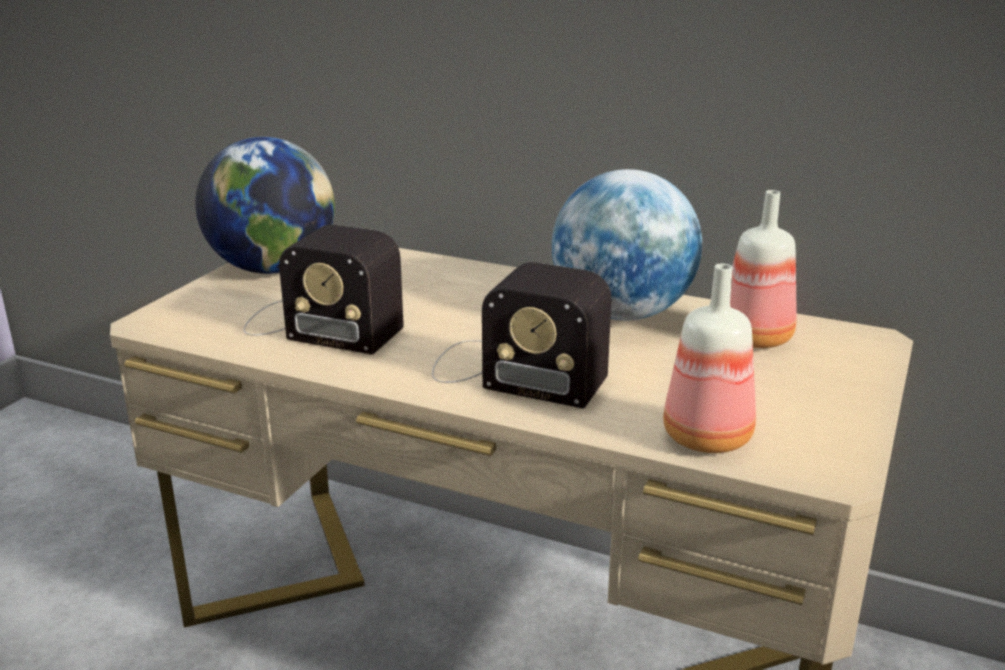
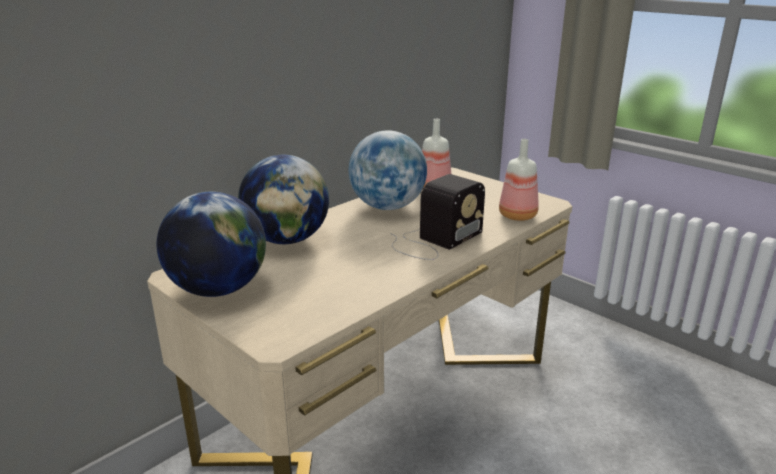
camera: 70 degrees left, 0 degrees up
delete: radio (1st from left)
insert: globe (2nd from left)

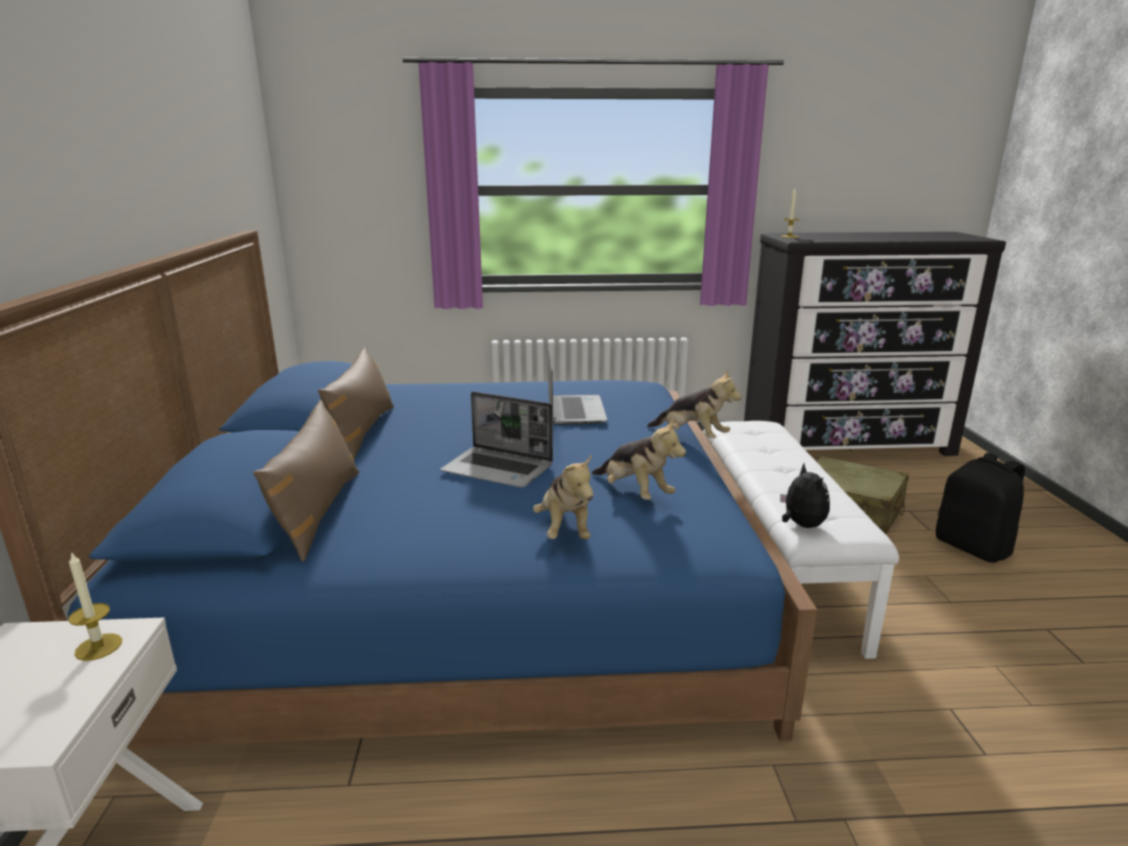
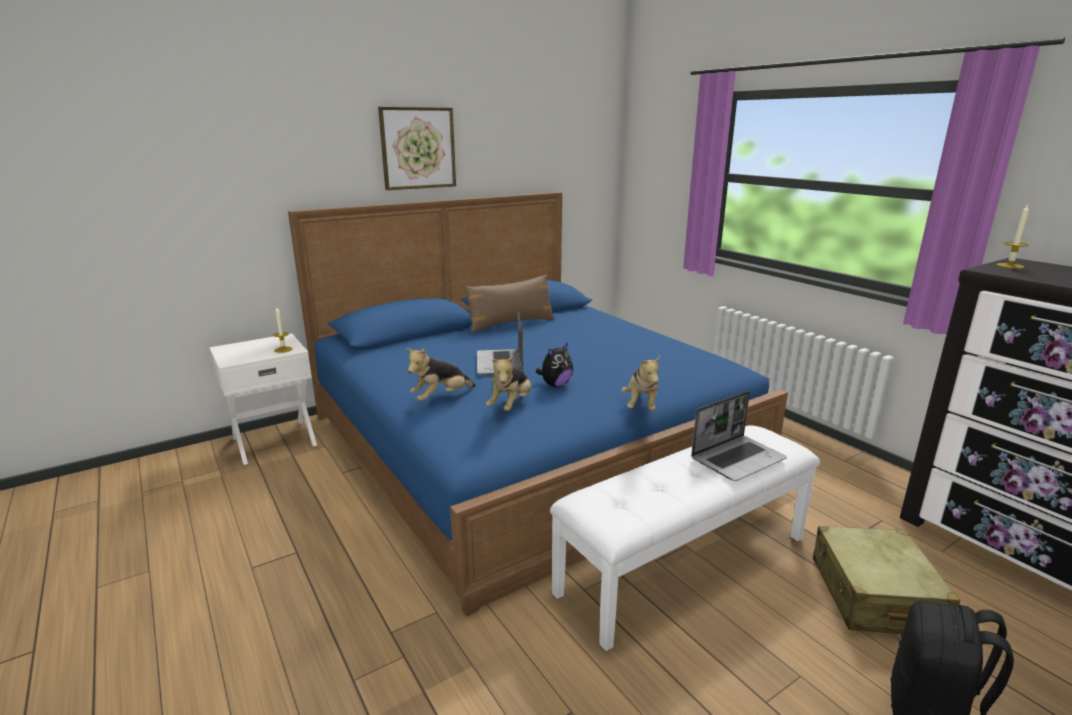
camera: 60 degrees right, 0 degrees up
delete: brown pillow (1st from left)
insert: picture
move: laptop (2nd from left); plush toy (4th from left in the first image) to plush toy (3rd from left)

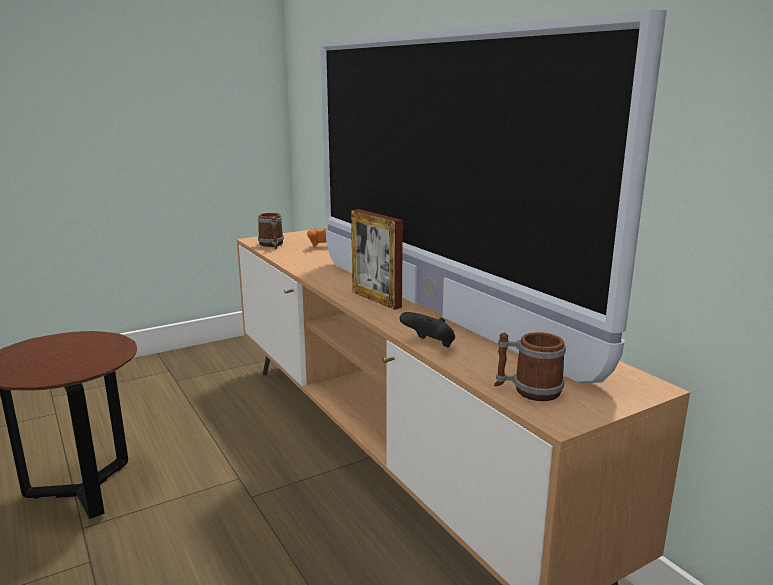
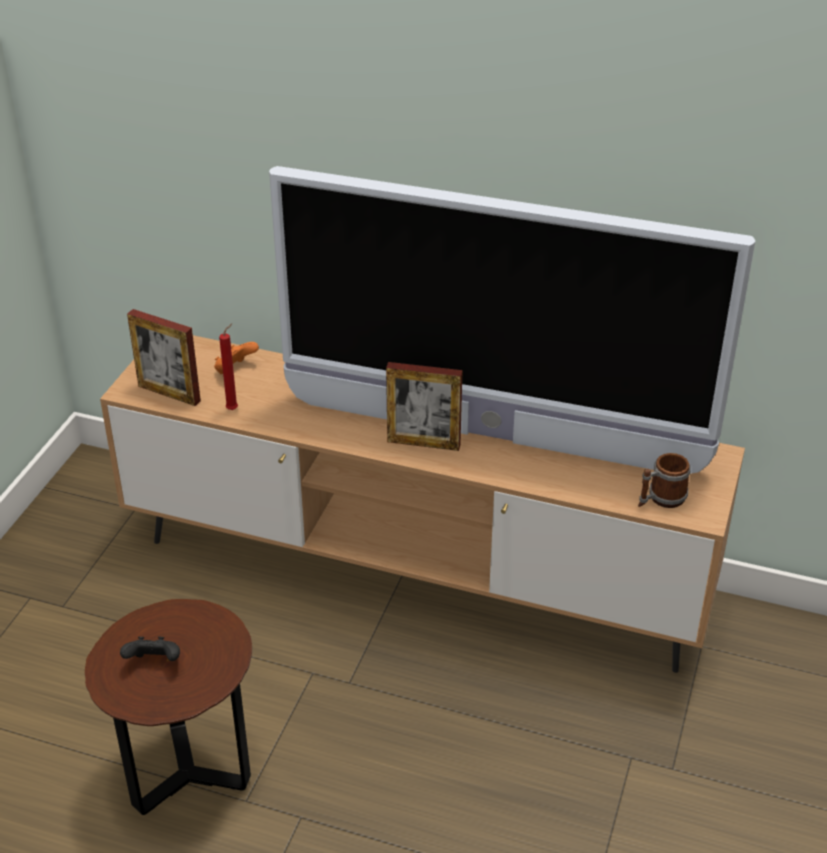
camera: 40 degrees left, 20 degrees up
insert: red candle
move: black game controller
replace: mug (1st from left) to picture frame (1st from left)

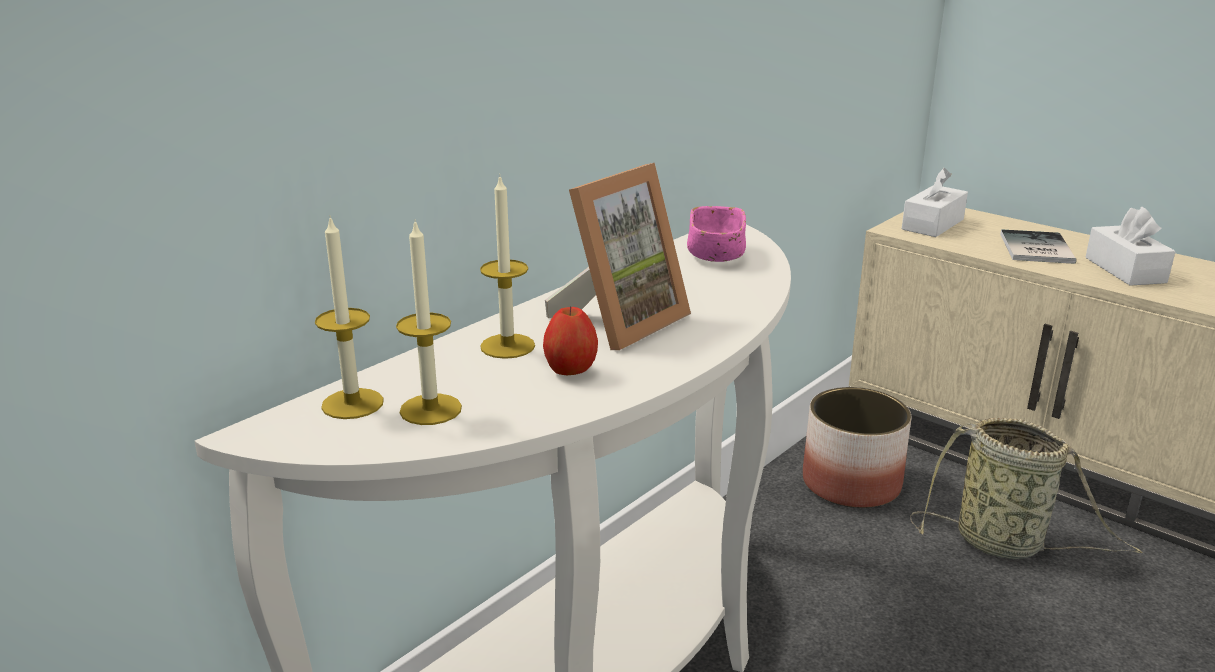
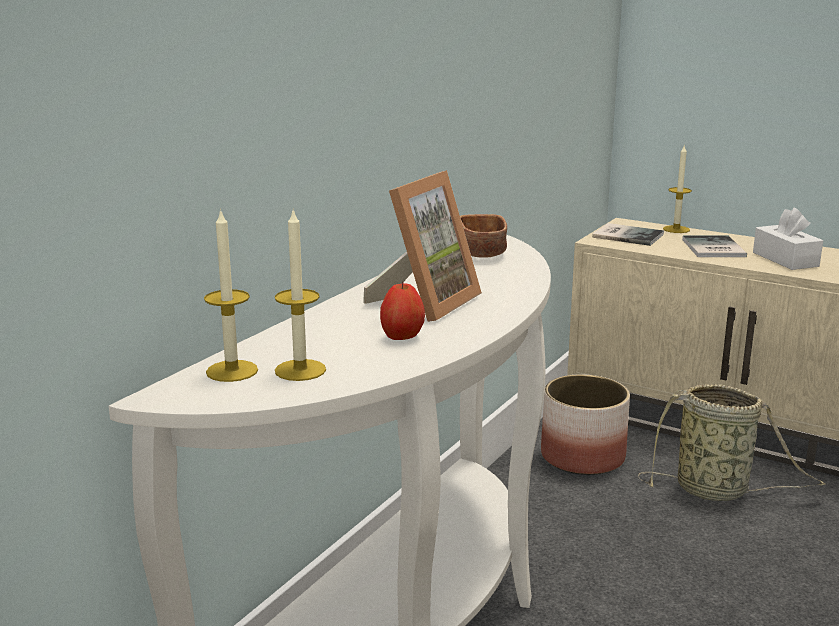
camera: 10 degrees left, 5 degrees down
move: candle (3rd from left)
replace: white tissue box (1st from left) to book (1st from left)
recolor: pink bowl to brown bowl

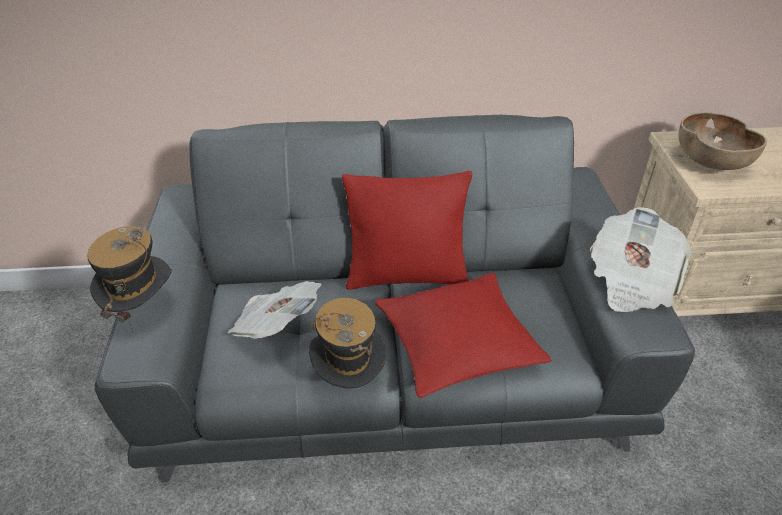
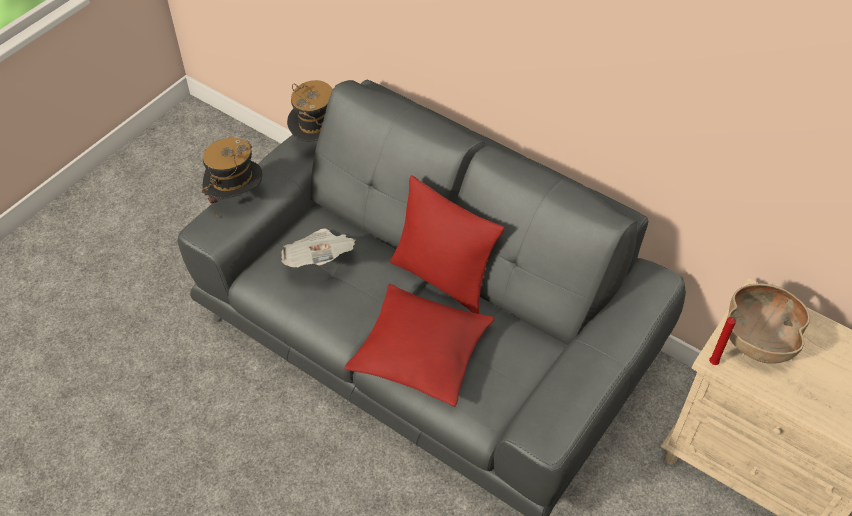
camera: 40 degrees right, 10 degrees up
delete: newspaper (2nd from left)
insert: red candle
move: hat (2nd from left)

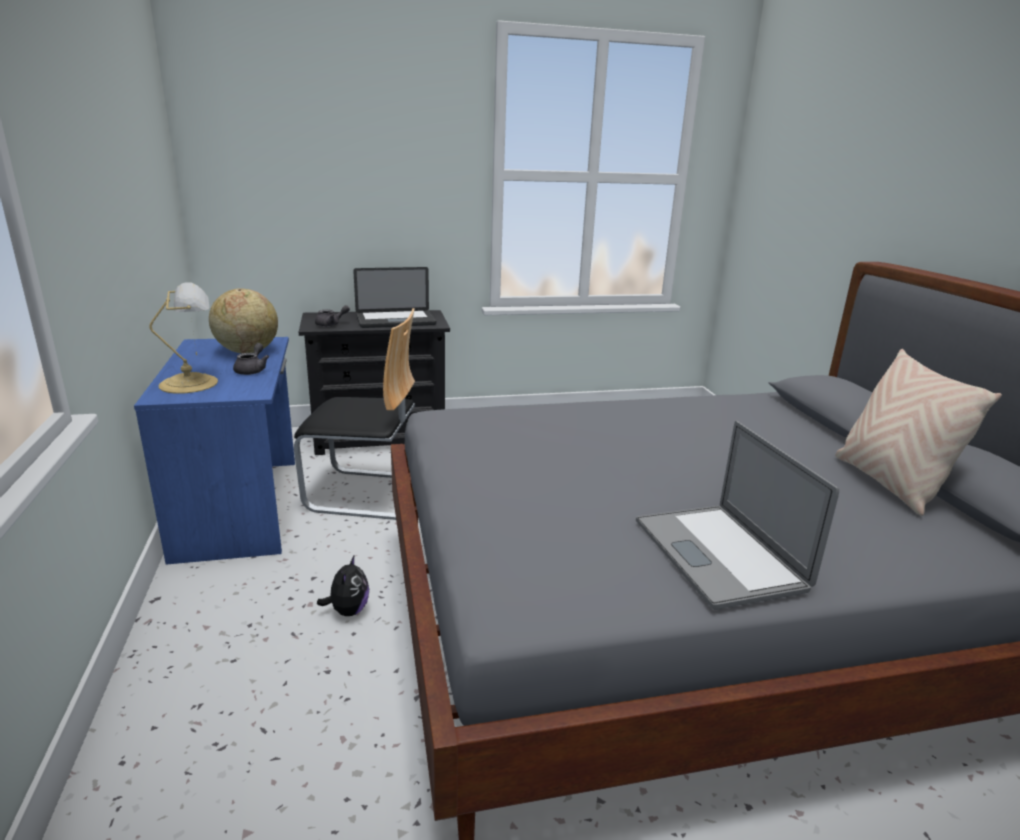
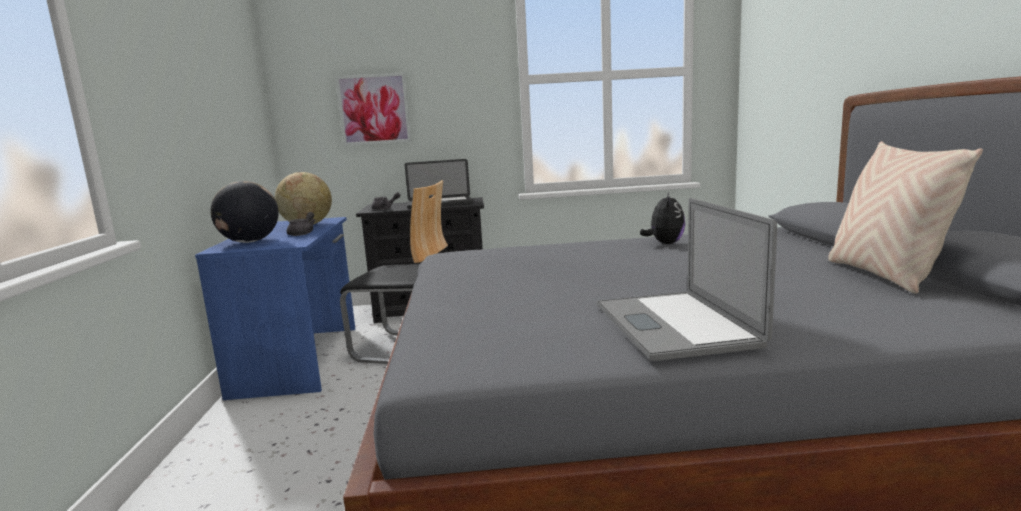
camera: 10 degrees right, 10 degrees down
insert: picture
move: plush toy
replace: table lamp to globe (1st from left)

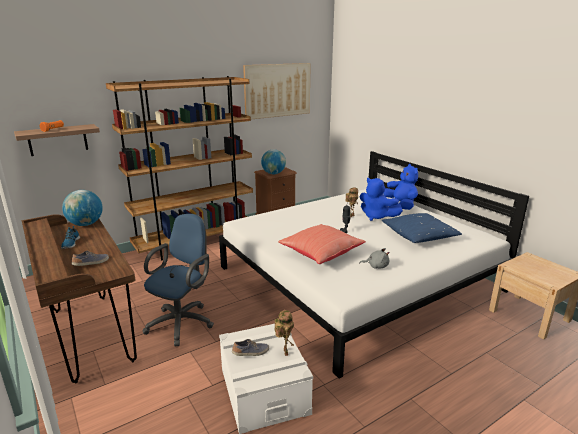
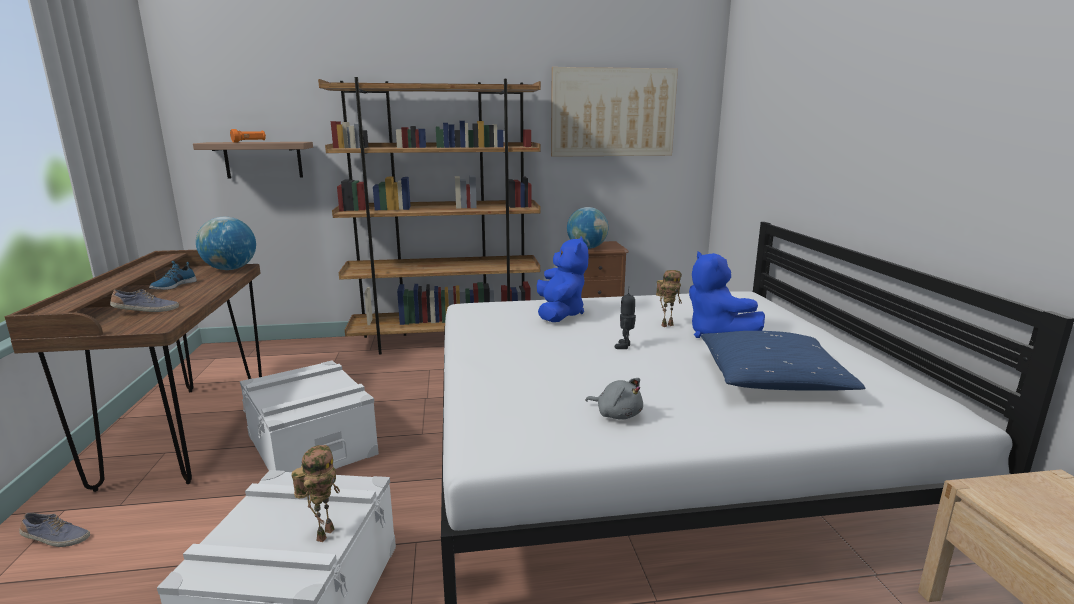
camera: 25 degrees right, 5 degrees down
delete: red pillow
move: shoe (3rd from left in the first image) to shoe (1st from left); blue plush toy (2nd from left in the first image) to blue plush toy (1st from left)
replace: blue office chair to white storage box (2nd from left)

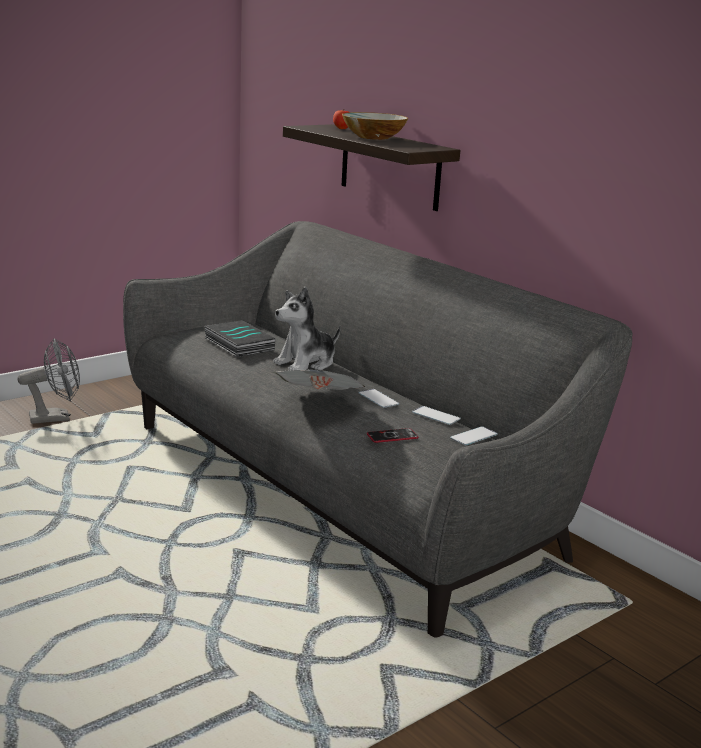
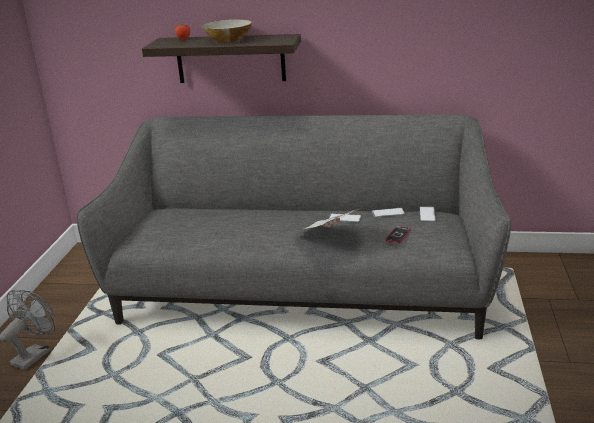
camera: 40 degrees left, 5 degrees up
delete: book; plush toy

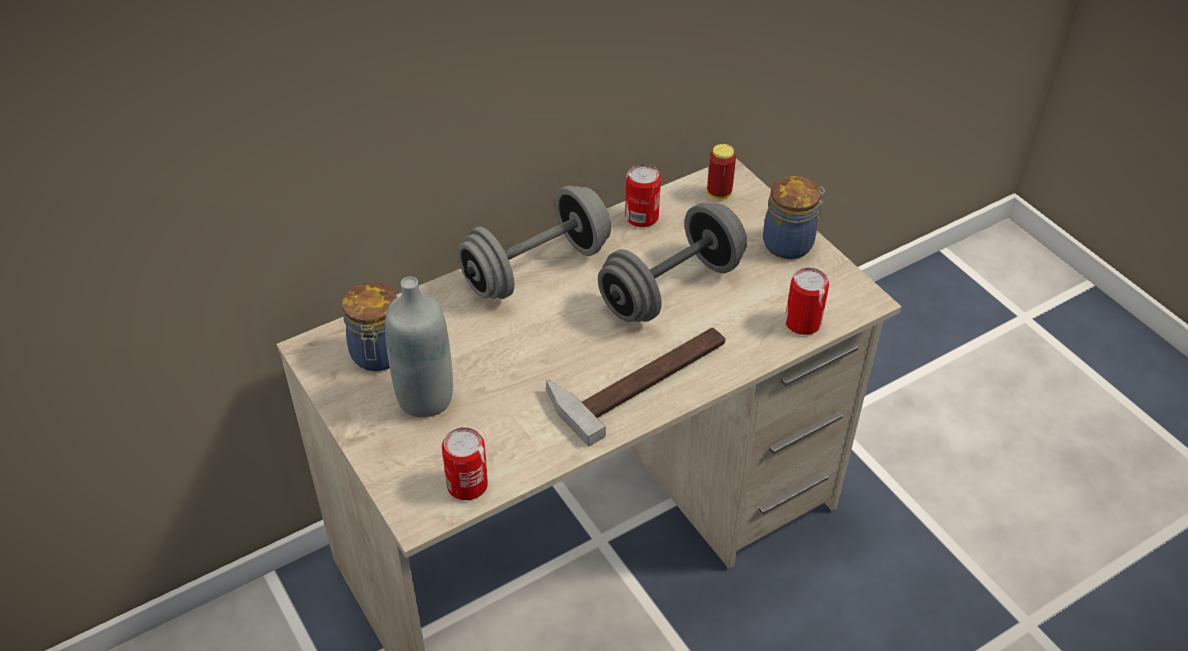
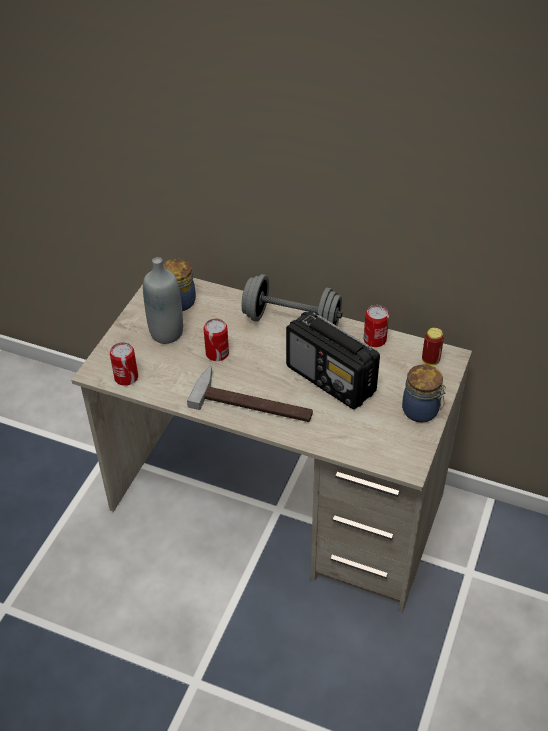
camera: 55 degrees right, 0 degrees up
move: can (4th from left in the first image) to can (2nd from left)
replace: grey dumbbell (2nd from left) to radio

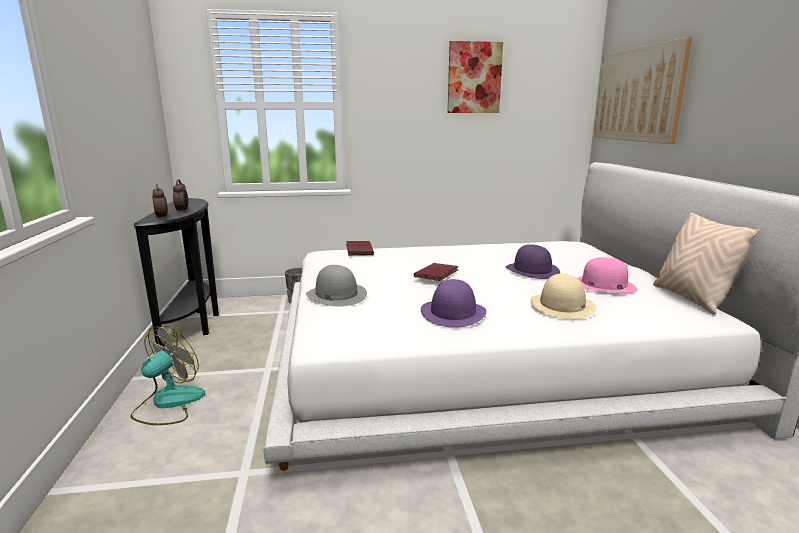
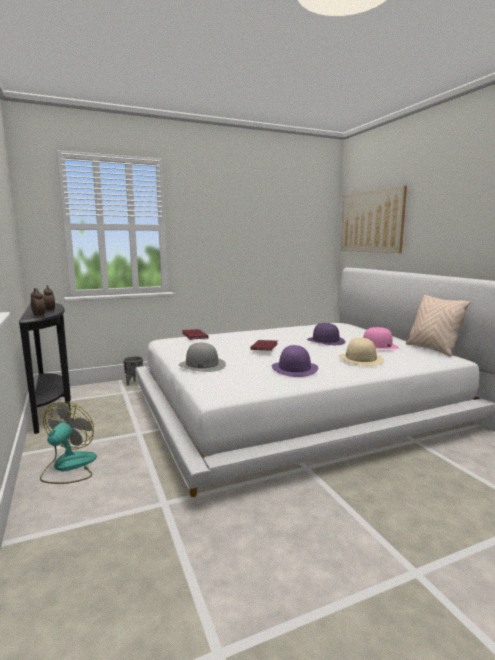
camera: 15 degrees left, 5 degrees down
delete: picture (1st from left)

